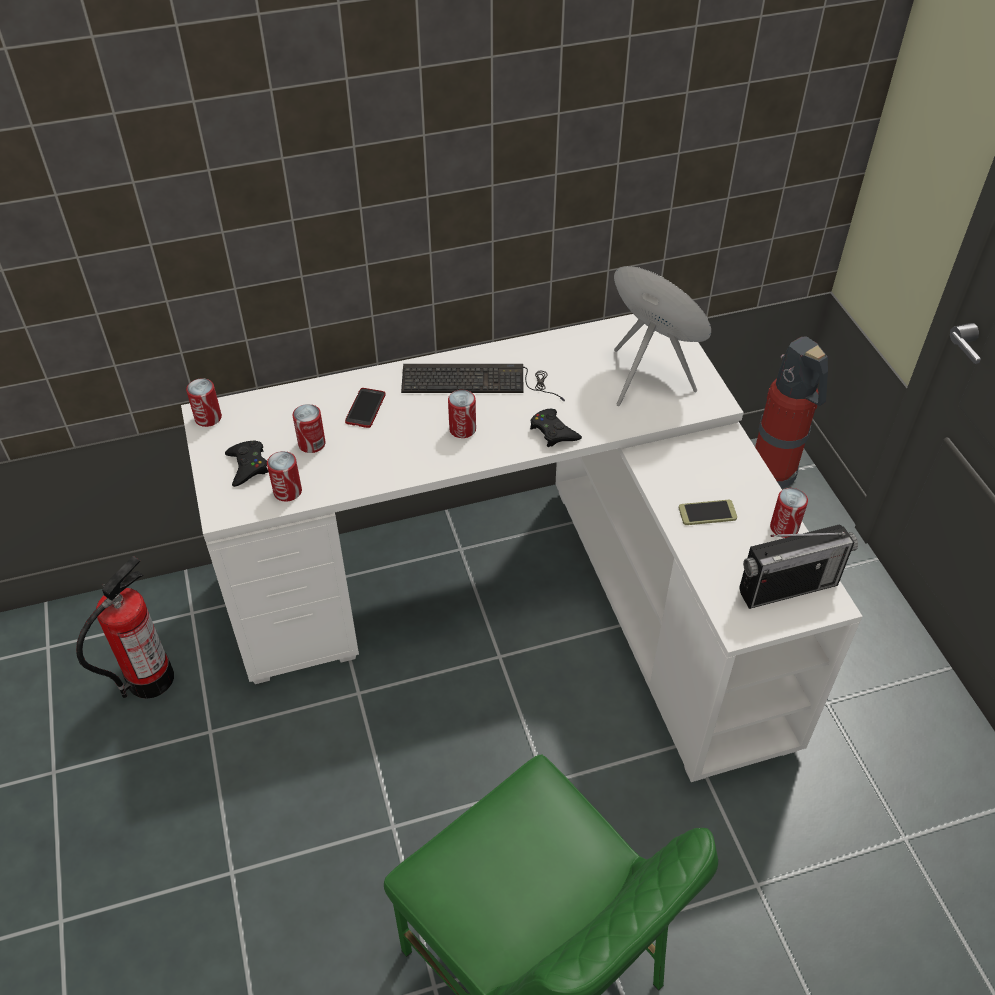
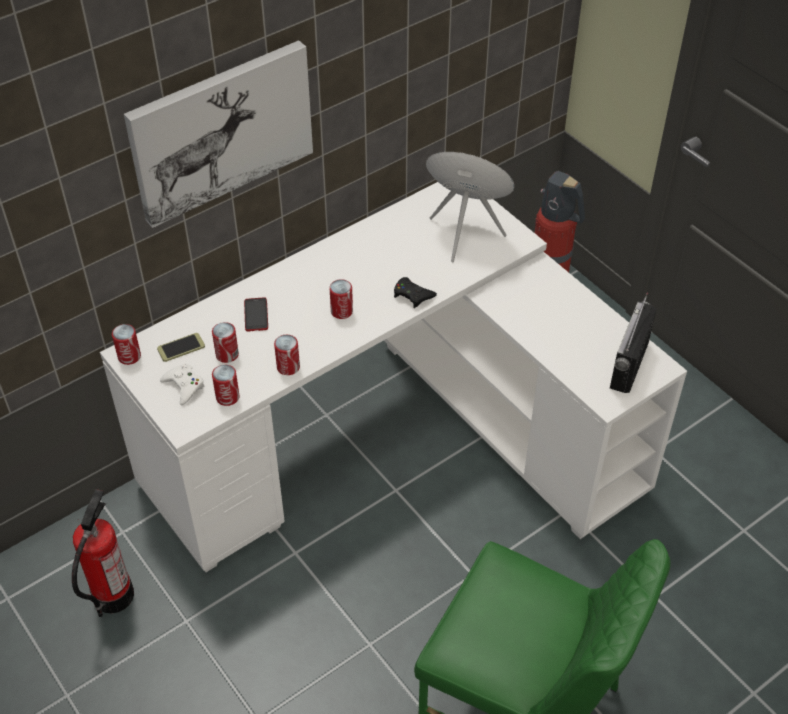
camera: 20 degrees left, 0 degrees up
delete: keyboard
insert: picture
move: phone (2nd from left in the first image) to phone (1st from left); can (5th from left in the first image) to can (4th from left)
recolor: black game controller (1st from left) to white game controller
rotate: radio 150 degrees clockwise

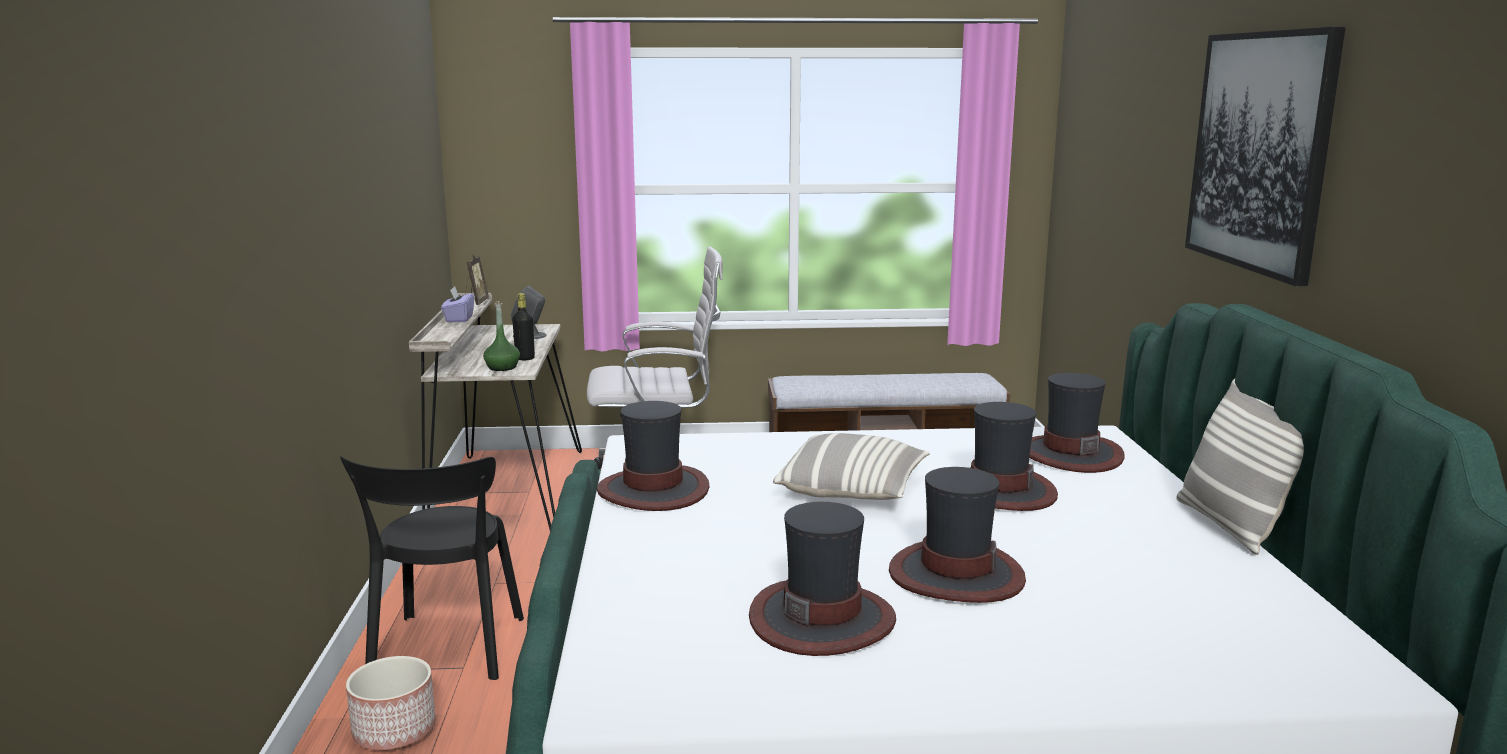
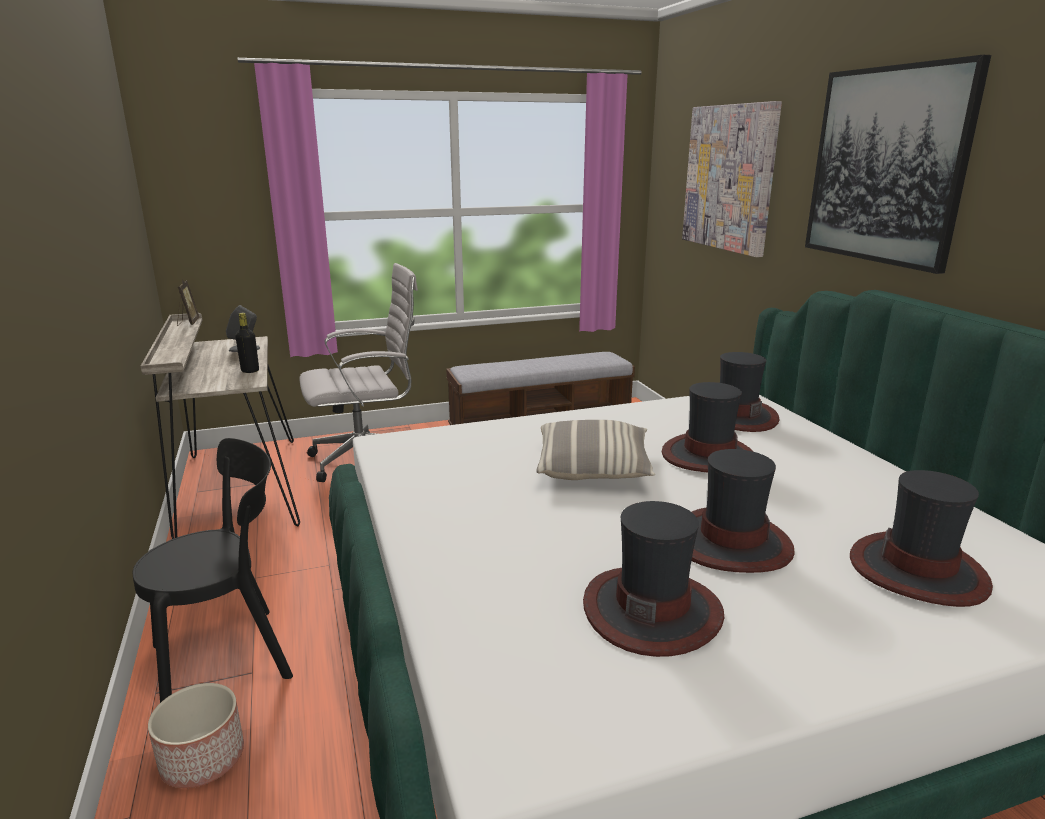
camera: 15 degrees left, 5 degrees up
delete: purple tissue box; green bottle; pillow (2nd from left)
insert: picture (1st from left)
move: hat (1st from left in the first image) to hat (5th from left)
rotate: black chair 105 degrees counterclockwise

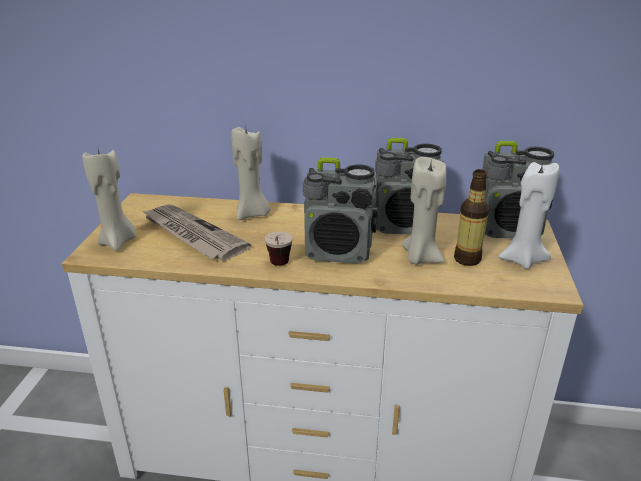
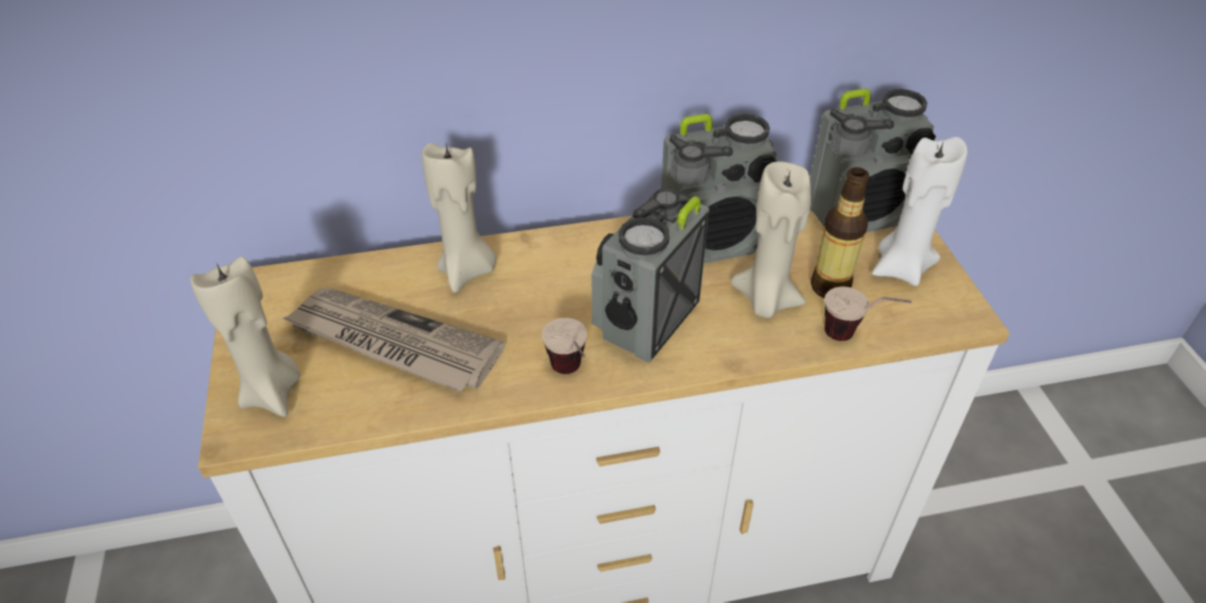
camera: 20 degrees left, 15 degrees up
insert: cup (2nd from left)
rotate: radio (1st from left) 135 degrees clockwise

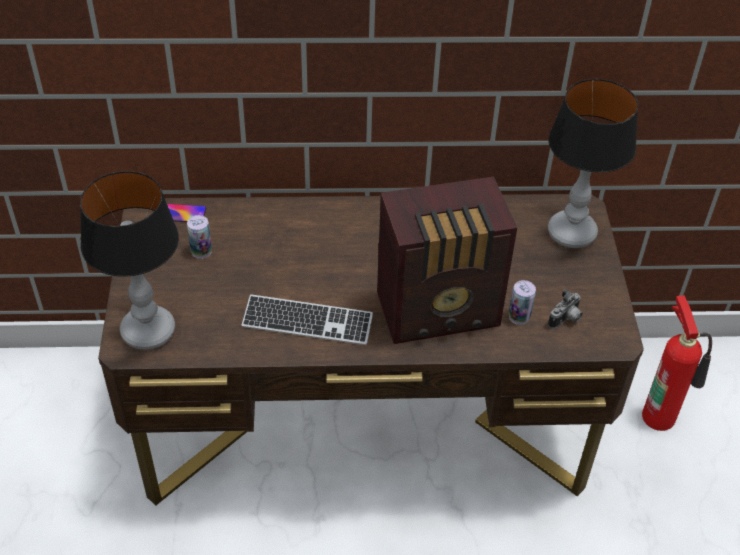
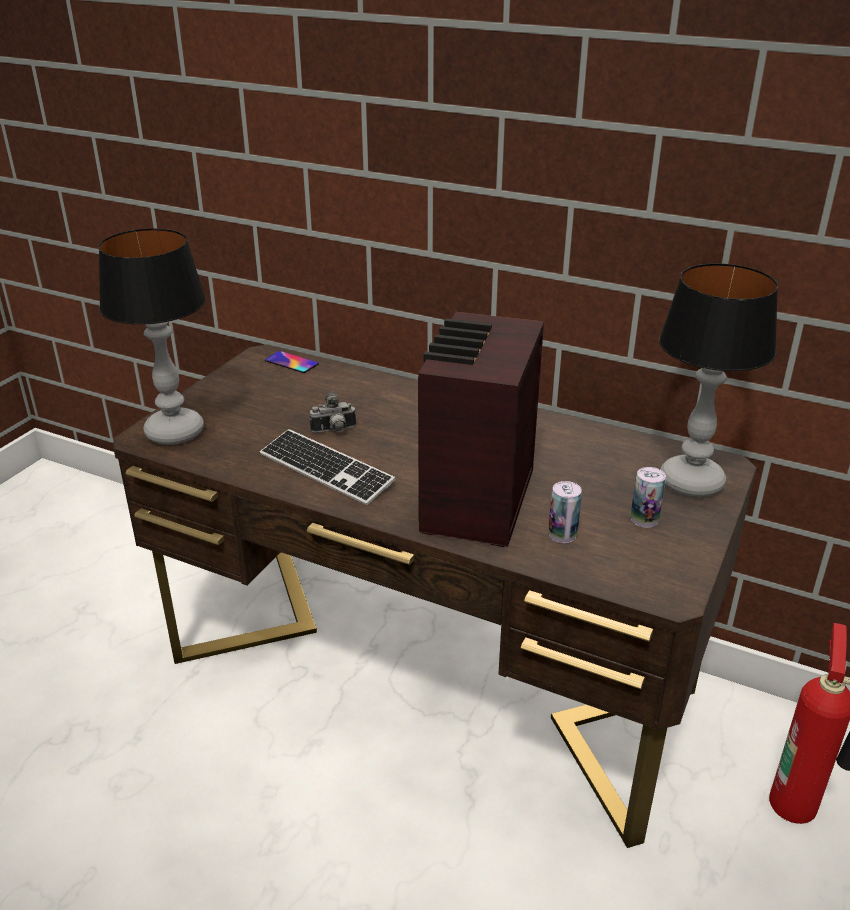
camera: 30 degrees right, 15 degrees down
move: can (1st from left in the first image) to can (2nd from left); photo camera
rotate: radio 90 degrees clockwise

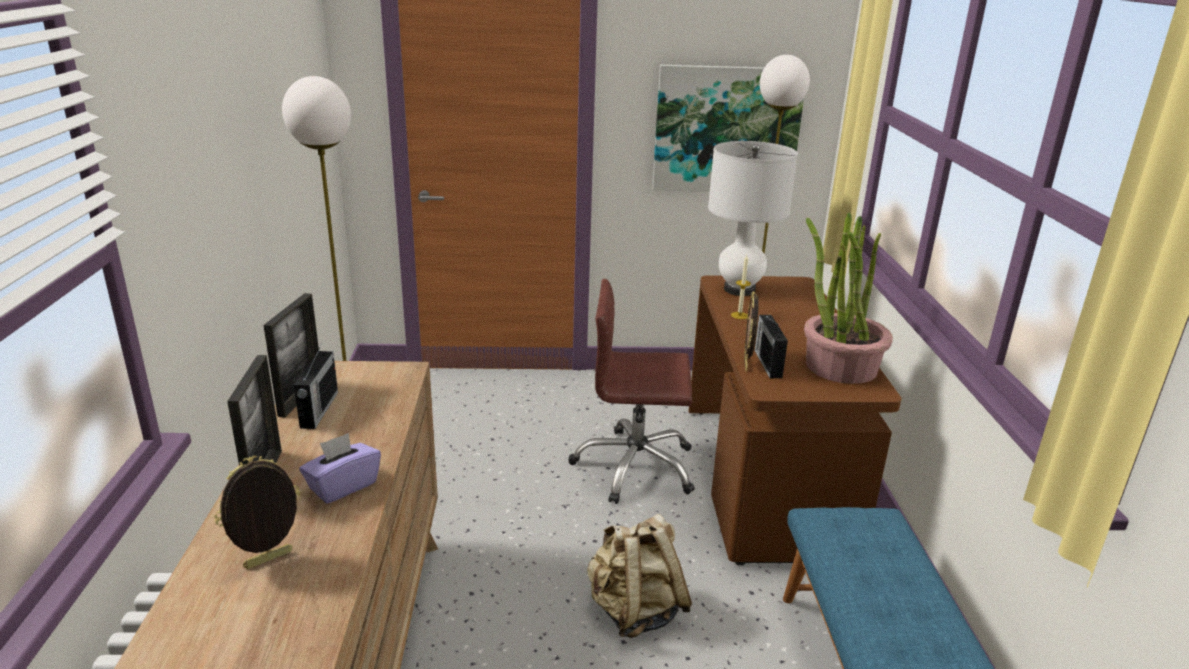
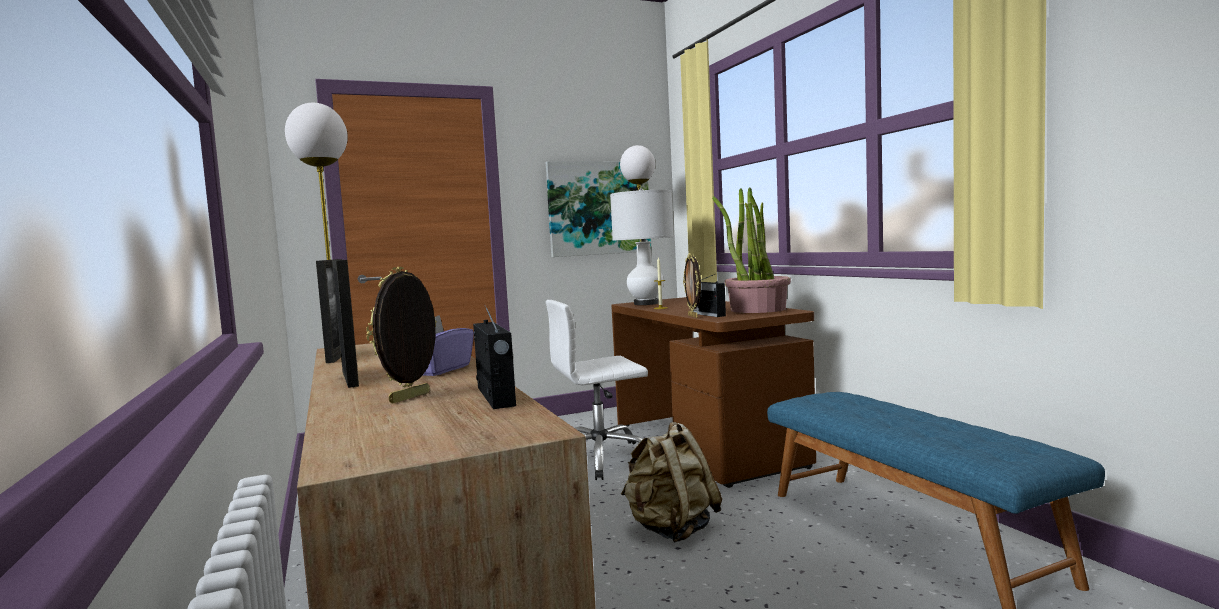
camera: 20 degrees left, 20 degrees down
move: radio (1st from left)
recolor: brown office chair to white office chair

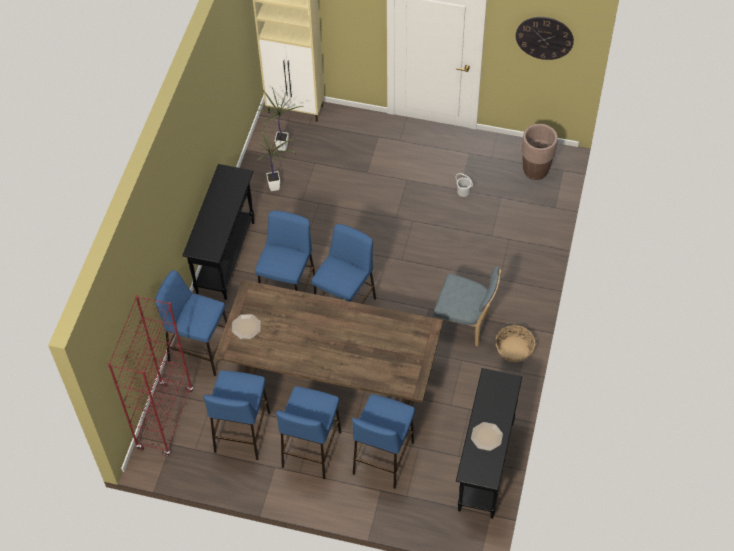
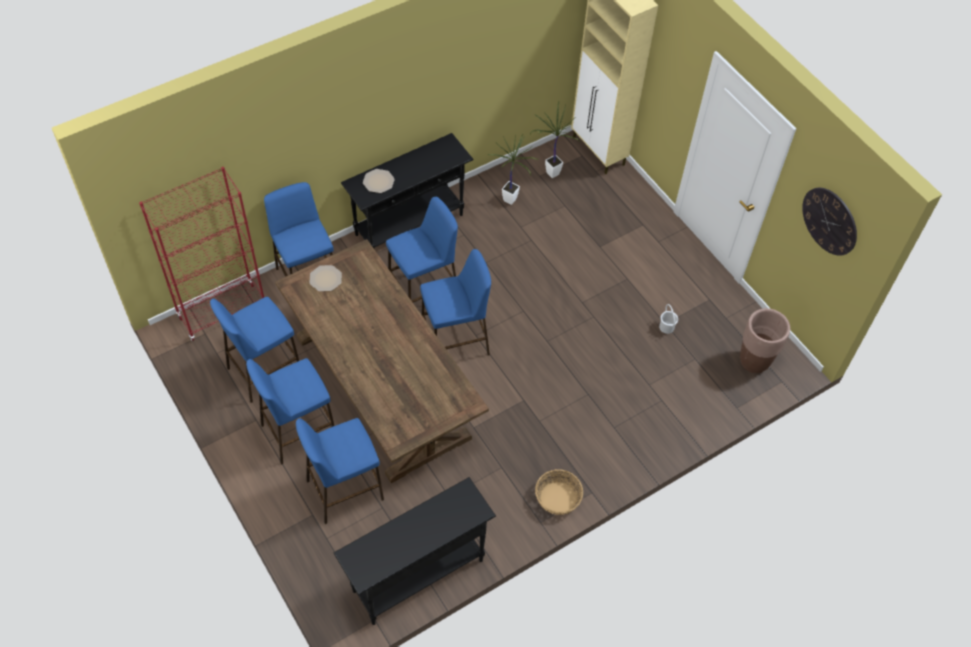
camera: 40 degrees right, 0 degrees up
delete: blue chair
move: plate (2nd from left)

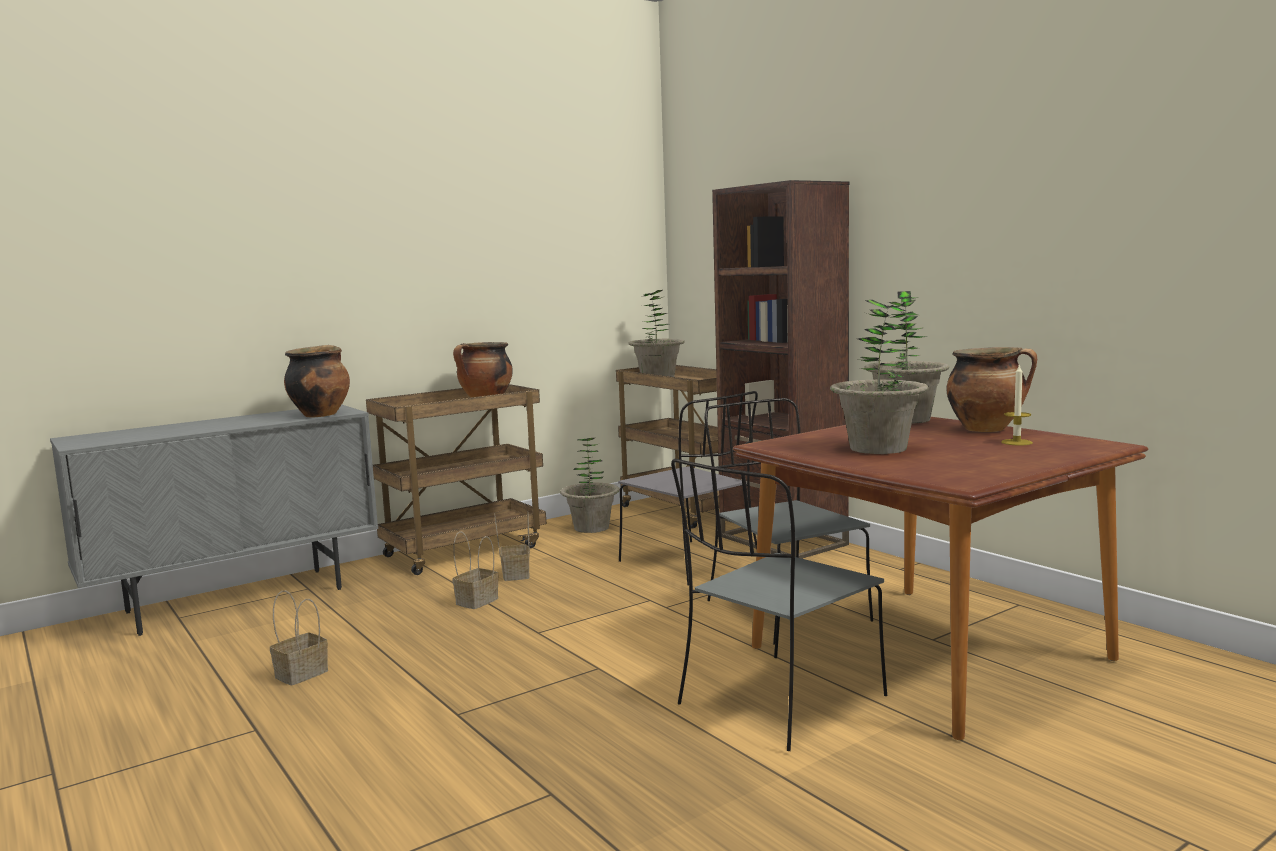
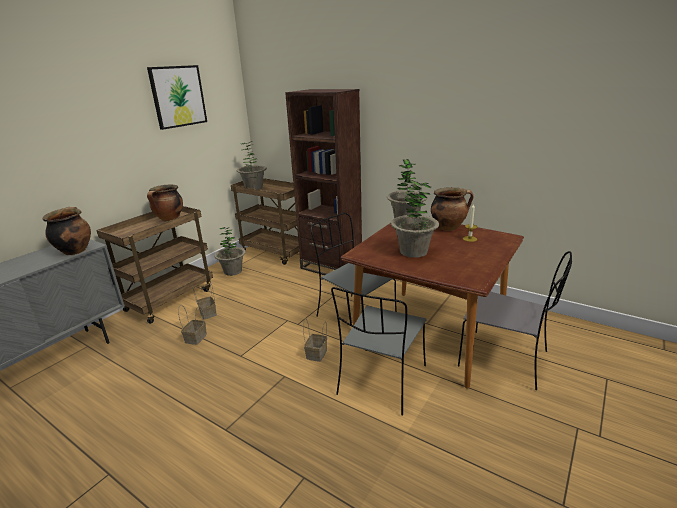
camera: 20 degrees left, 15 degrees up
insert: picture
move: basket (1st from left in the first image) to basket (3rd from left); grey chair (1st from left in the first image) to grey chair (3rd from left)

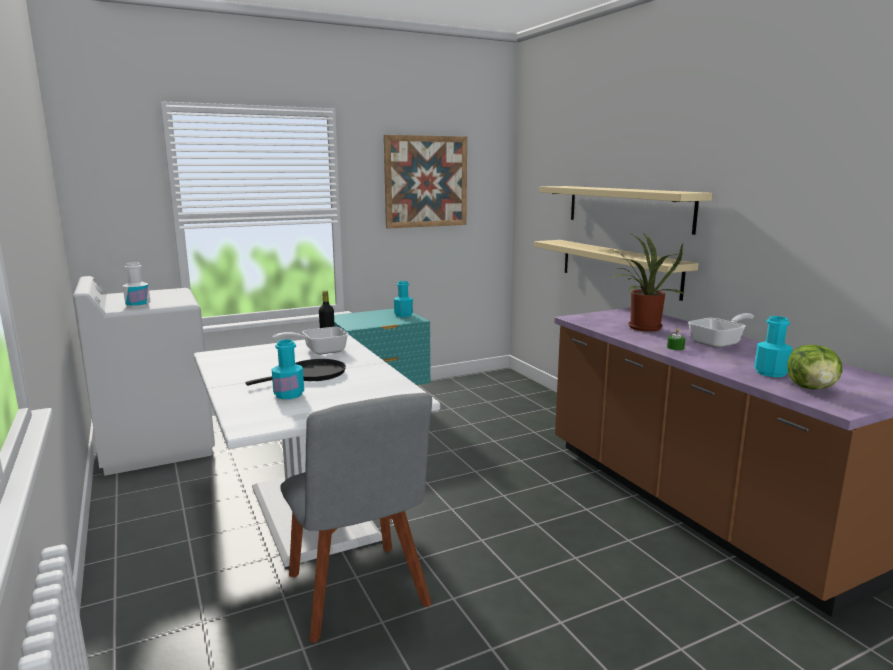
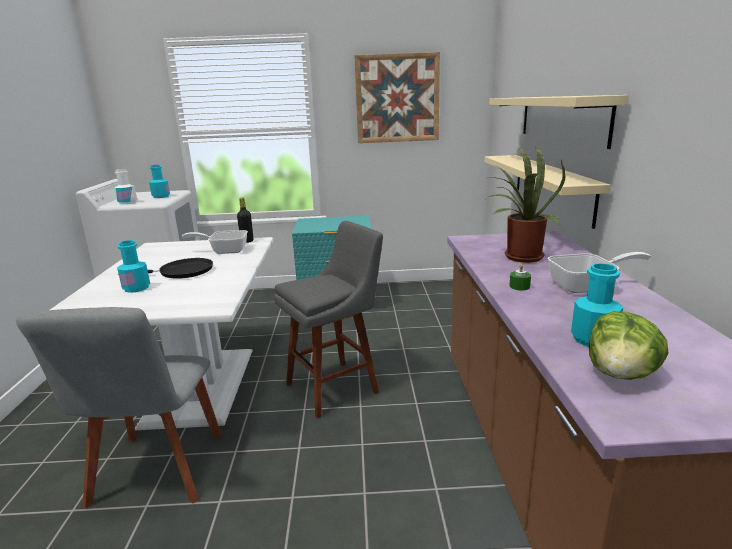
camera: 25 degrees right, 5 degrees up
insert: grey stool
move: turquoise bottle (2nd from left)

